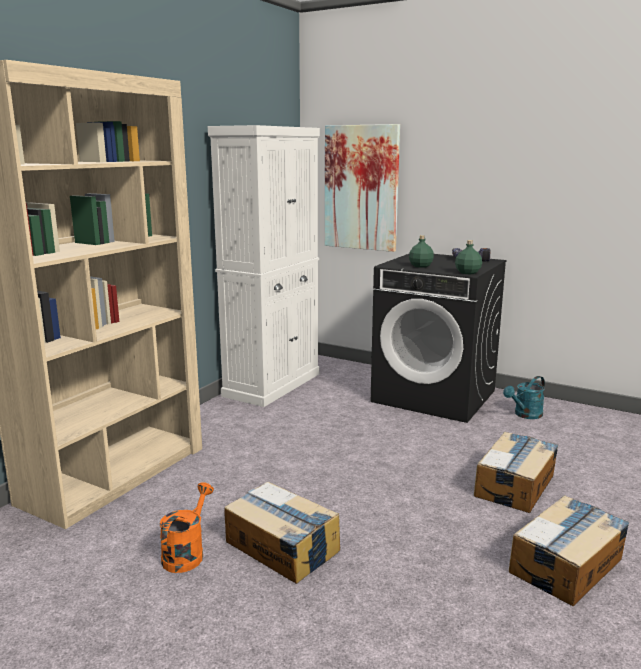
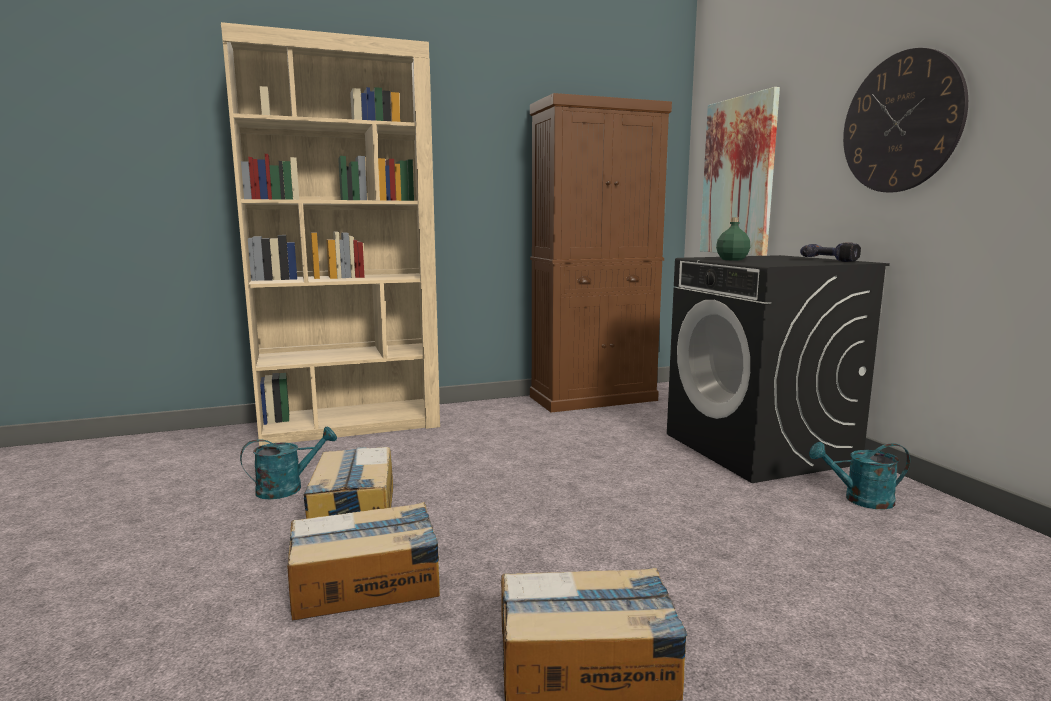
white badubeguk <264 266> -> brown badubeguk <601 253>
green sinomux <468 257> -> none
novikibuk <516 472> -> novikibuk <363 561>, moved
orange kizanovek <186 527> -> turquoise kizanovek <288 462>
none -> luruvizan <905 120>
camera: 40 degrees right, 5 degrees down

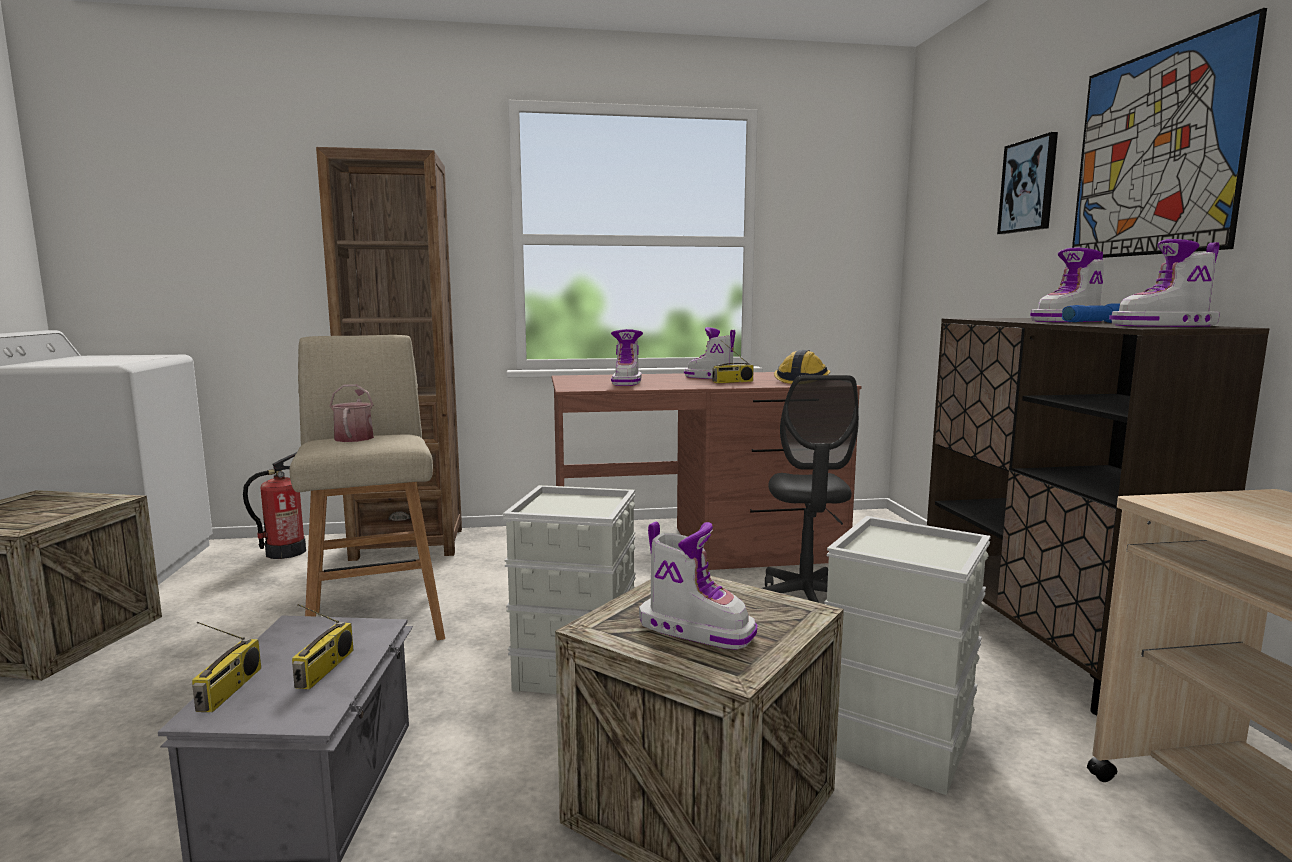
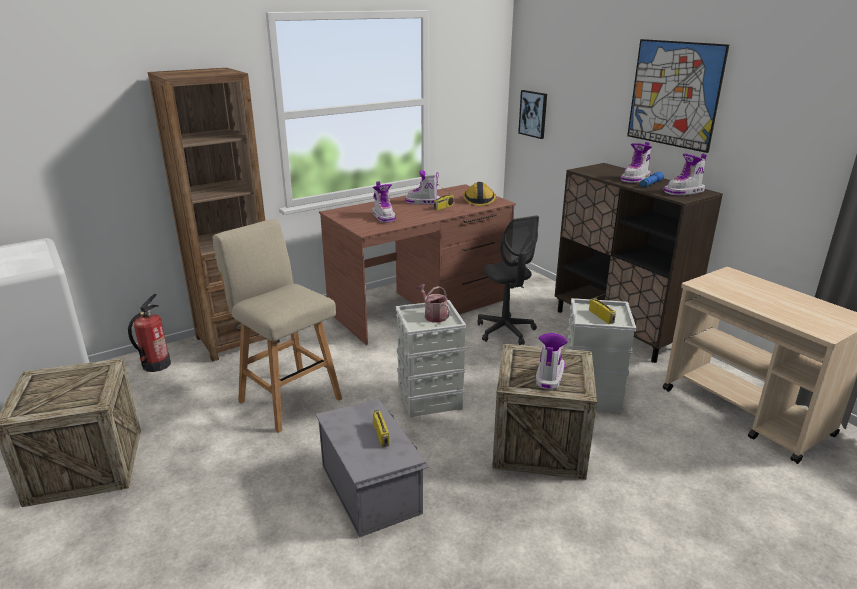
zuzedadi <1027 183> -> zuzedadi <532 114>, moved
kizanovek <352 413> -> kizanovek <433 303>, moved
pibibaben <698 585> -> pibibaben <552 361>, 75 degrees counterclockwise
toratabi <226 667> -> toratabi <602 307>, moved
camera: 25 degrees left, 15 degrees up

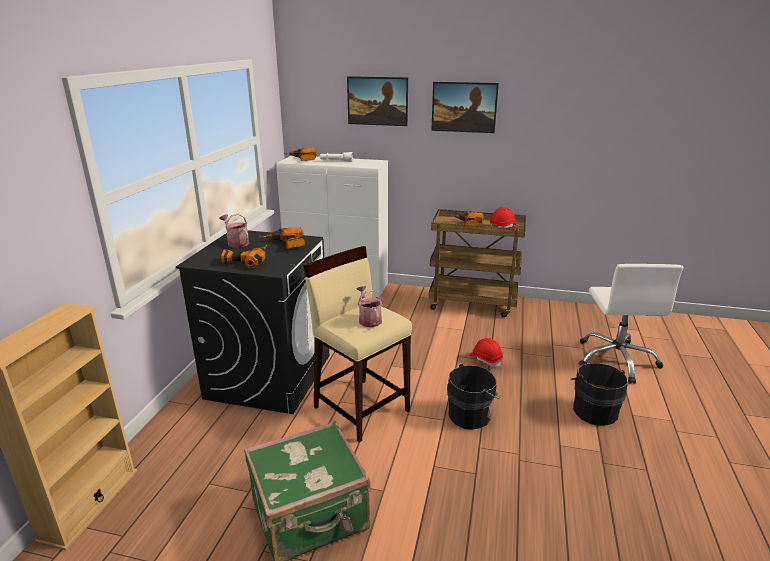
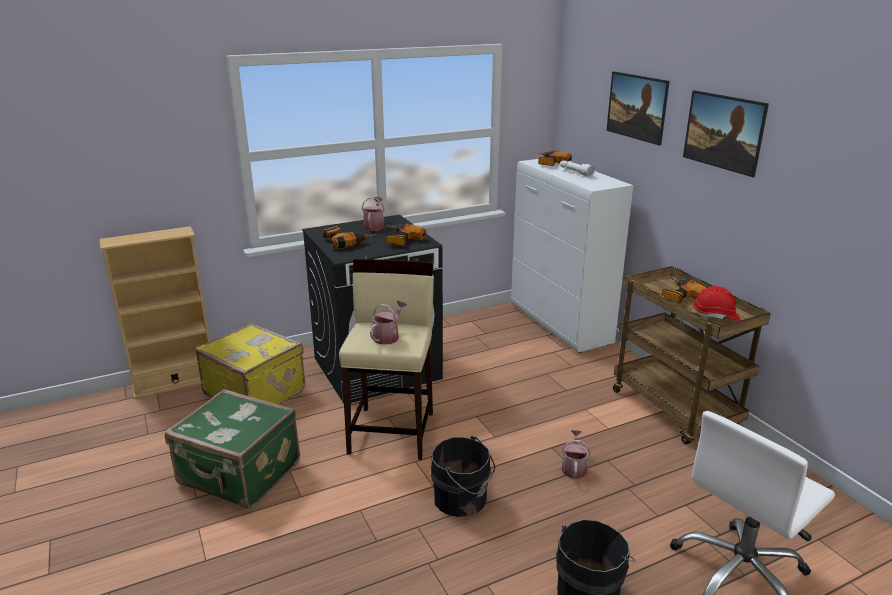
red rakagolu <486 352> -> kizanovek <576 454>
none -> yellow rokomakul <250 364>
camera: 50 degrees right, 0 degrees up

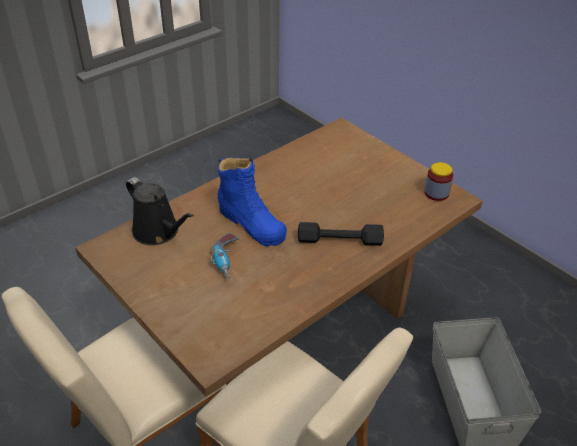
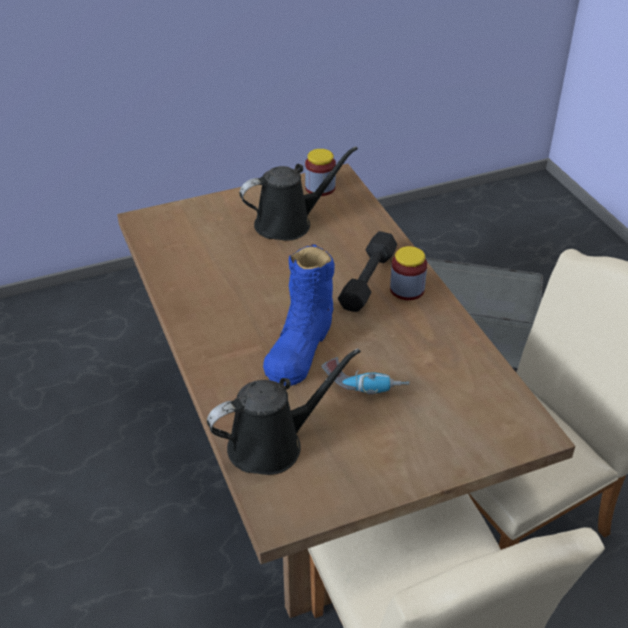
blue pibibaben <252 201> -> blue pibibaben <299 315>, 135 degrees clockwise
none -> black kizanovek <299 193>
none -> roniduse <408 273>
camera: 70 degrees left, 0 degrees up

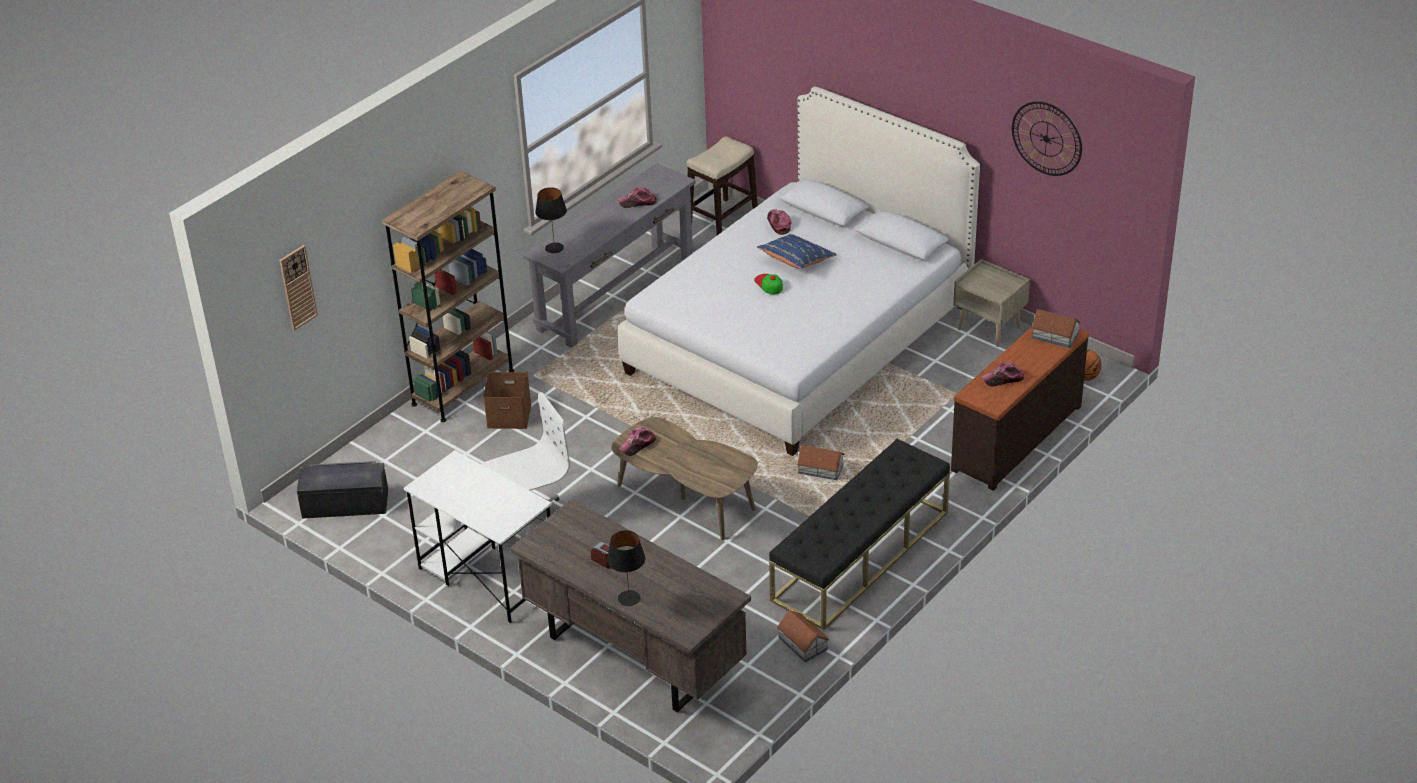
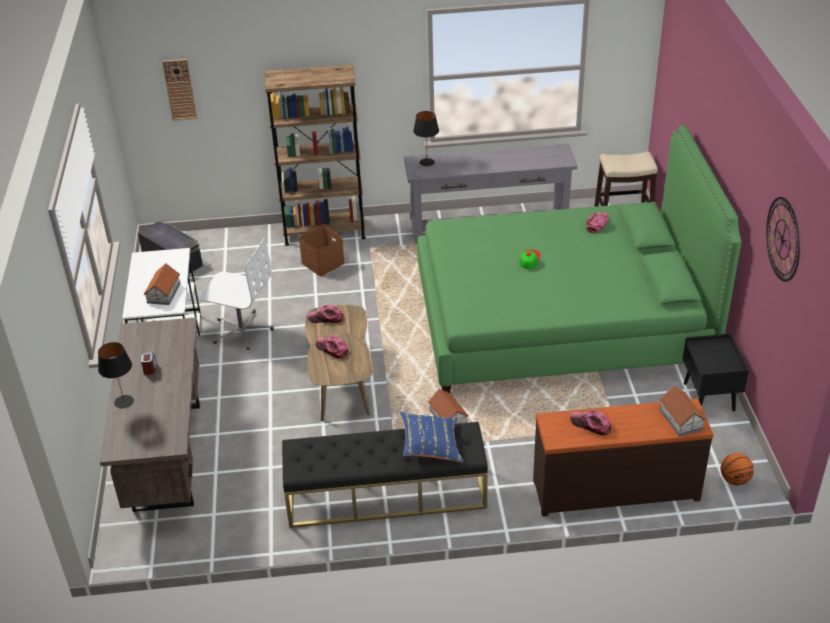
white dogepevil <799 271> -> green dogepevil <579 259>
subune <637 197> -> subune <331 347>, moved
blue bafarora <797 251> -> blue bafarora <432 437>, moved
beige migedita <991 303> -> black migedita <716 372>
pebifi <803 636> -> pebifi <162 284>, moved
camera: 45 degrees right, 0 degrees up

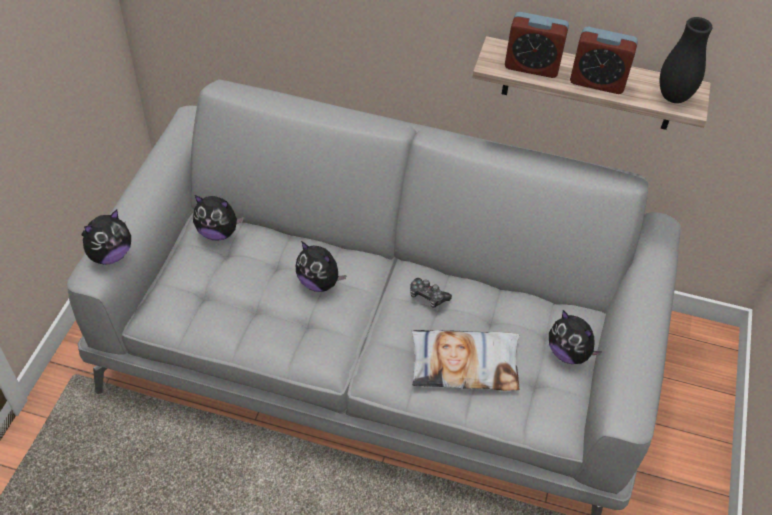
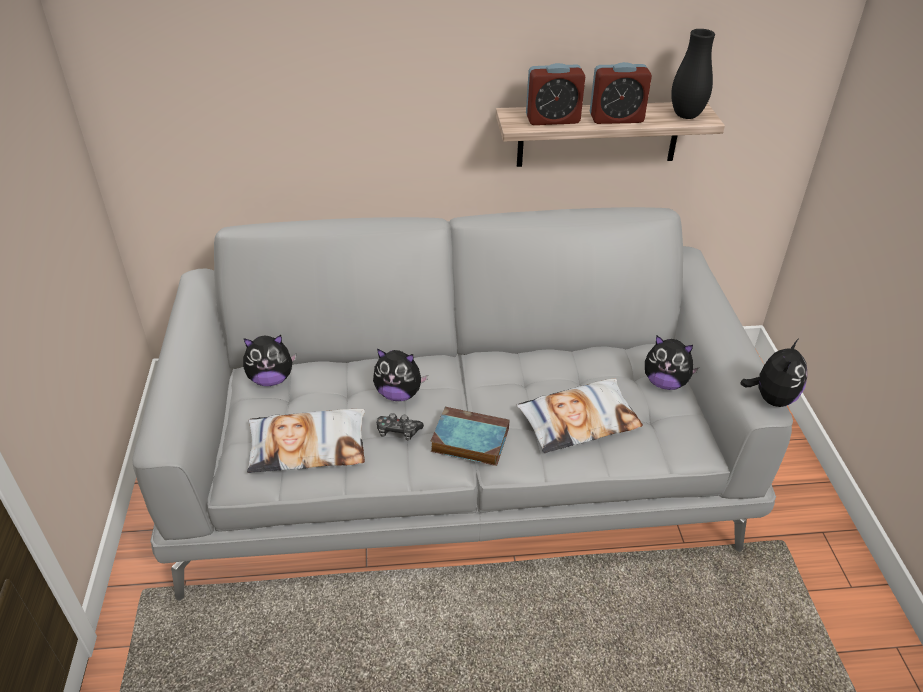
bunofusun <106 237> -> bunofusun <773 372>, moved
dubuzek <431 293> -> dubuzek <400 426>, moved
none -> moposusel <470 436>
none -> bafarora <306 441>
camera: 20 degrees left, 10 degrees down

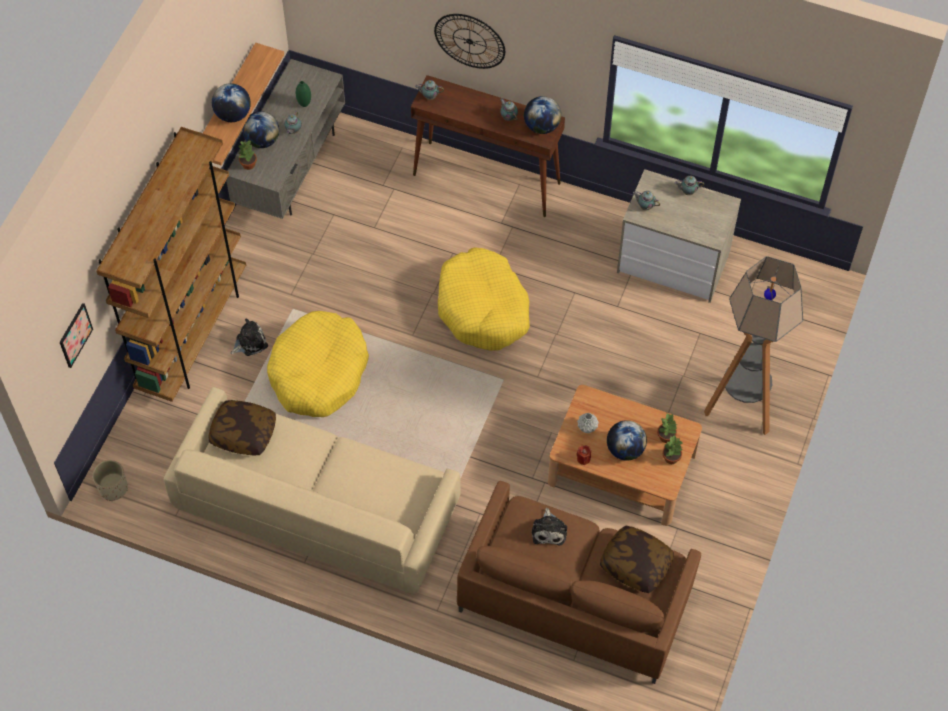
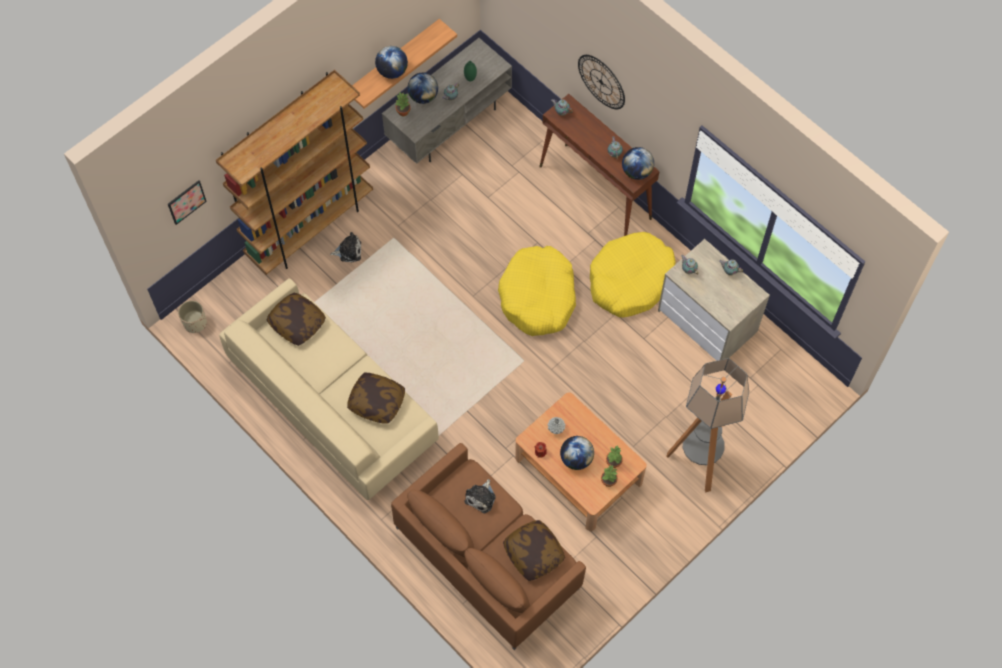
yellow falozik <318 364> -> yellow falozik <633 275>, moved
none -> bafarora <376 398>
camera: 25 degrees right, 5 degrees up

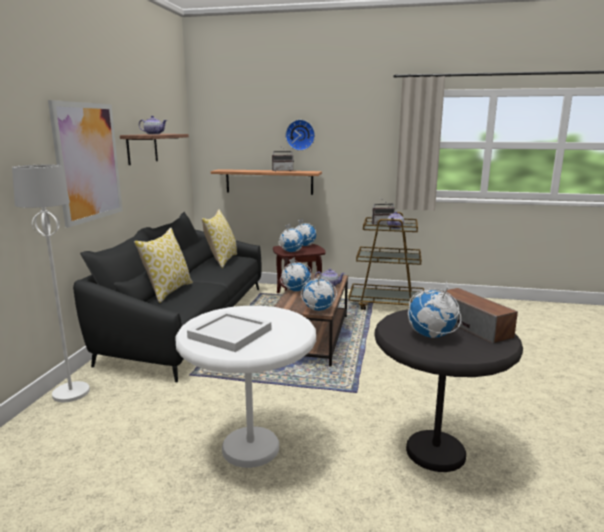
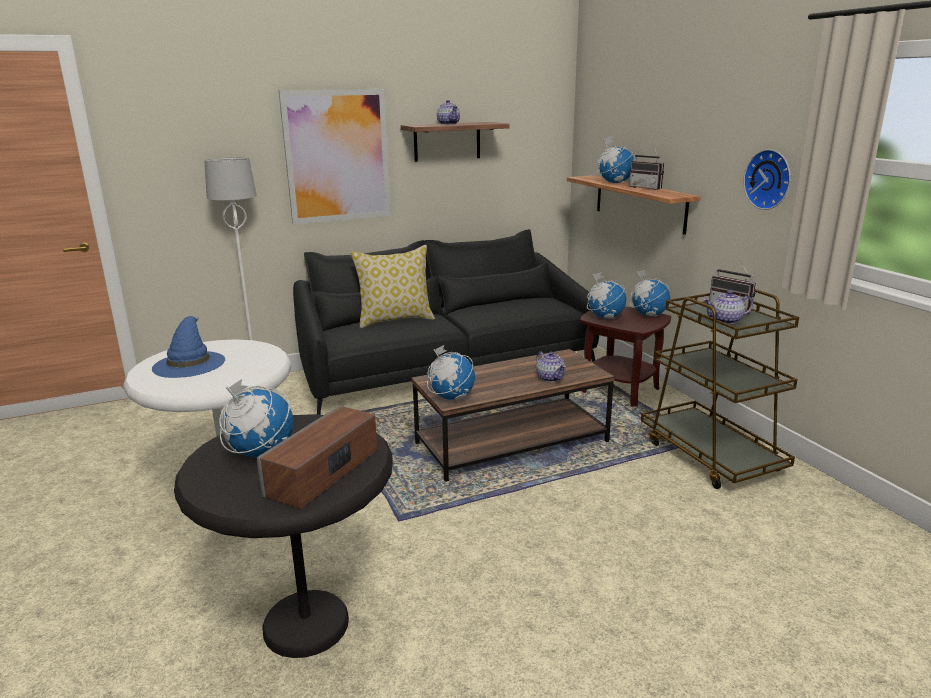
luruvizan <300 135> -> luruvizan <767 179>, moved
bafarora <219 238> -> none
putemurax <296 274> -> putemurax <615 159>, moved
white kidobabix <229 331> -> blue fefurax <188 347>
camera: 55 degrees right, 5 degrees up

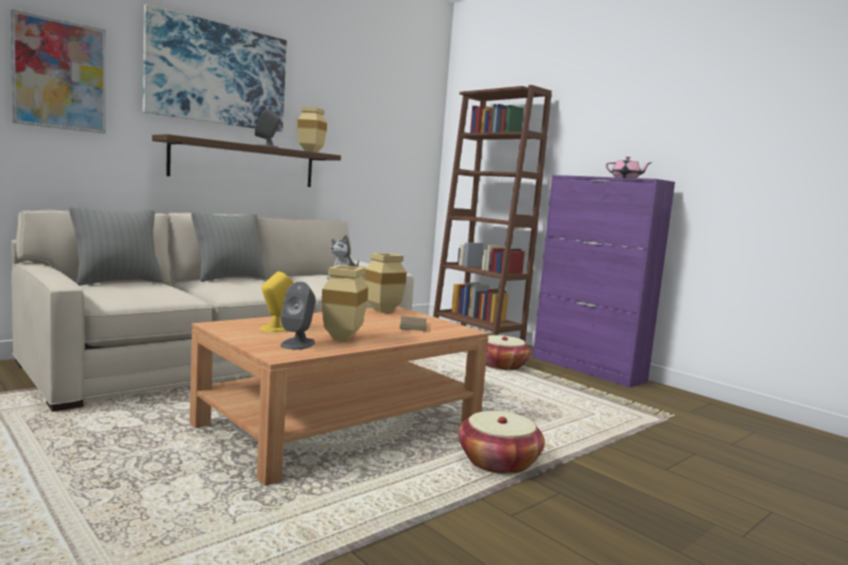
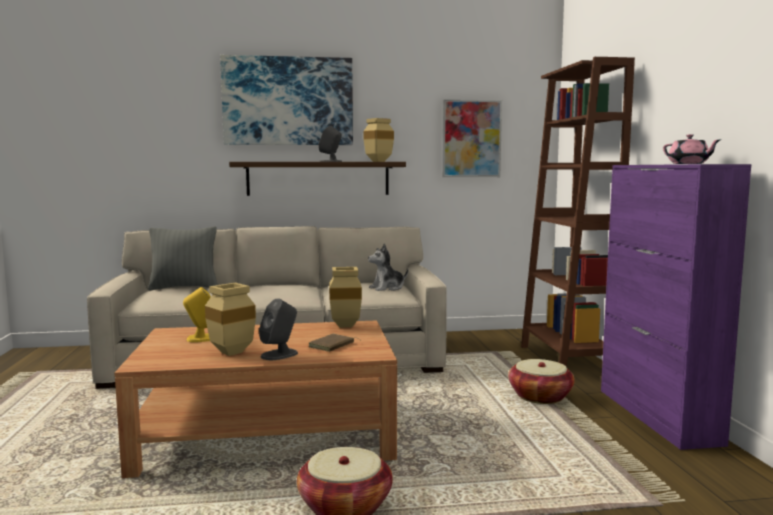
zuzedadi <58 71> -> zuzedadi <472 138>, moved
grey bafarora <229 247> -> none
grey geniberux <297 316> -> grey geniberux <278 329>, moved
camera: 35 degrees right, 0 degrees up

